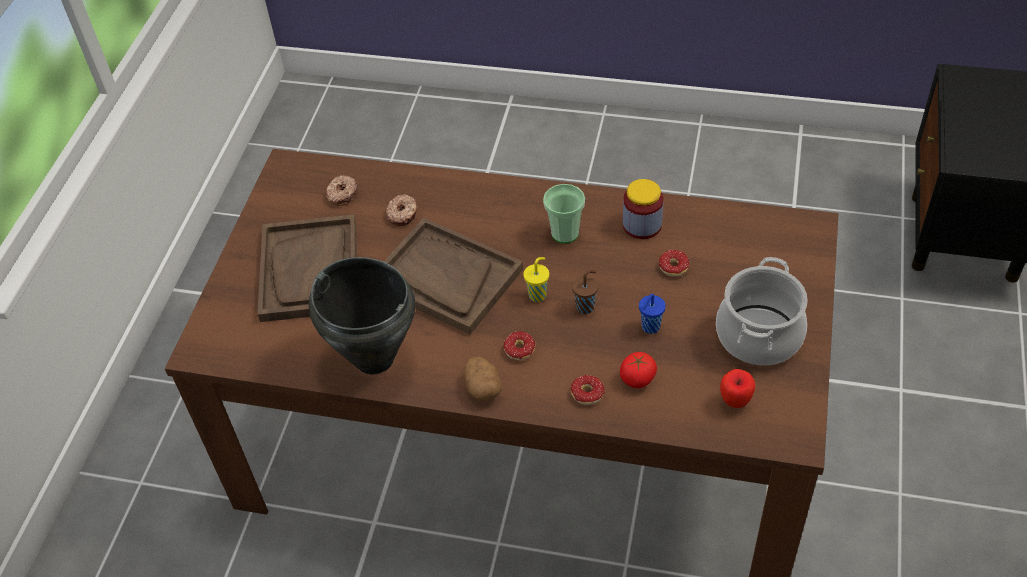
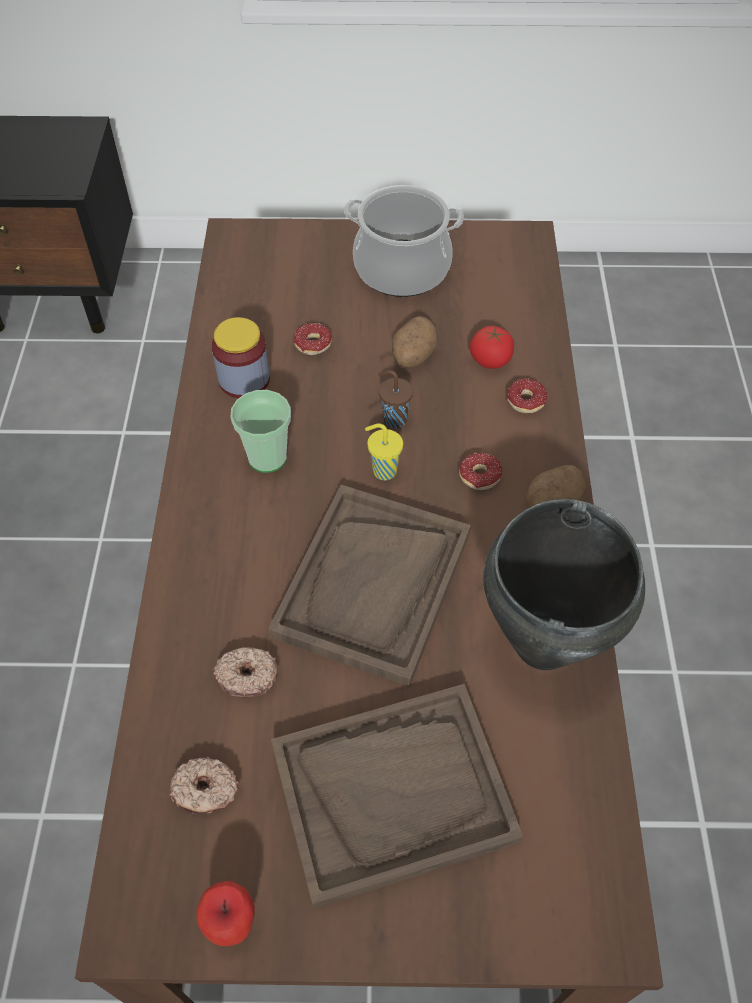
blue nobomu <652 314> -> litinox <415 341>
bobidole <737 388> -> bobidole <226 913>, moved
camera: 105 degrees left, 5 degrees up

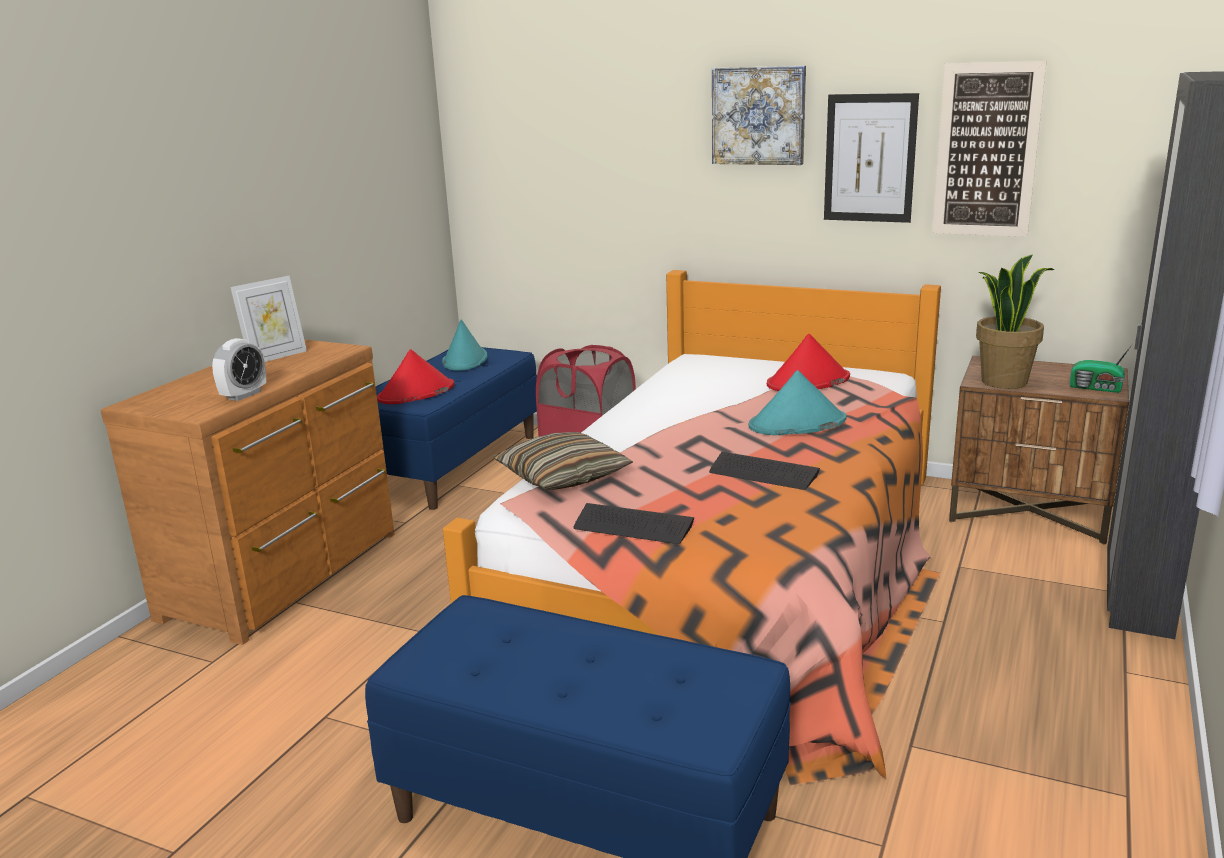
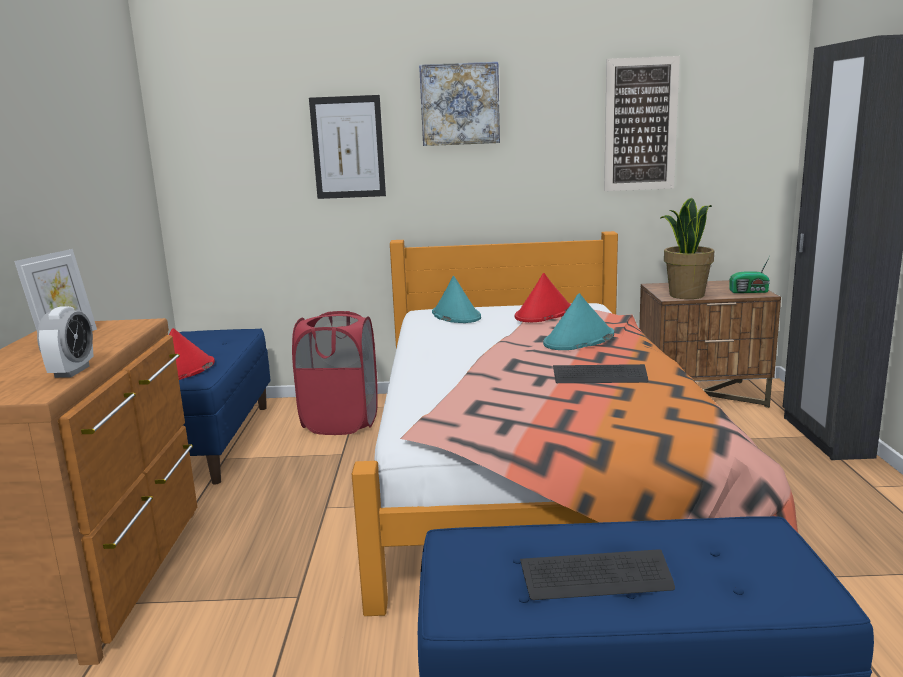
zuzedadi <871 158> -> zuzedadi <347 147>, moved
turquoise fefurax <464 345> -> turquoise fefurax <456 299>, moved
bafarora <563 461> -> none
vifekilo <634 523> -> vifekilo <597 574>, moved
camera: 25 degrees left, 5 degrees down

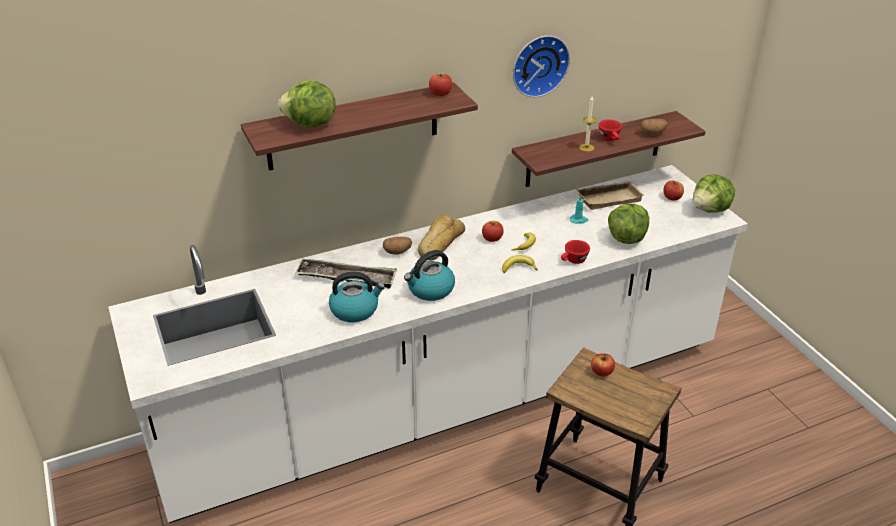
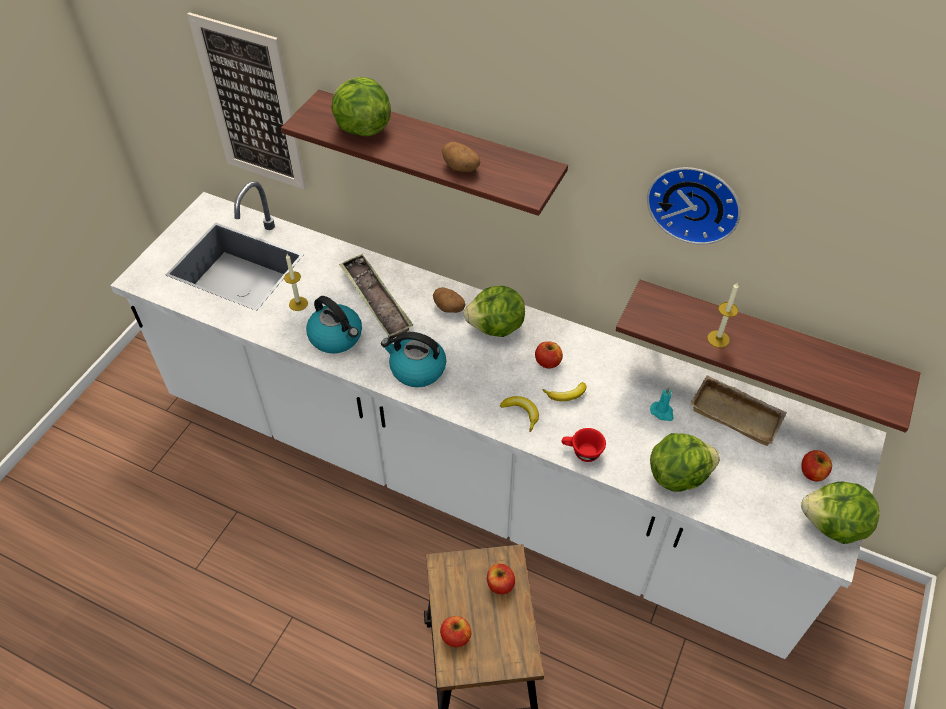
bobidole <440 84> -> bobidole <456 631>, moved
red nobomu <610 130> -> none
litinox <654 127> -> litinox <461 157>, moved
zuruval <441 238> -> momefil <494 311>
none -> zuzedadi <246 101>
none -> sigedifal <296 282>
camera: 50 degrees right, 15 degrees up

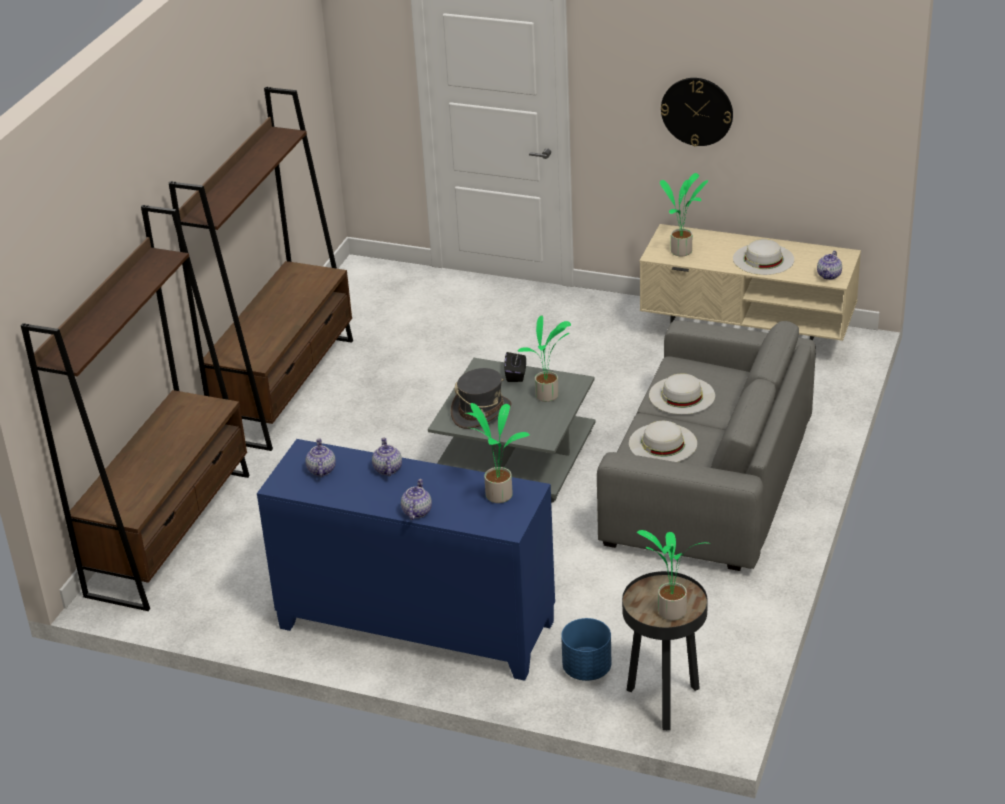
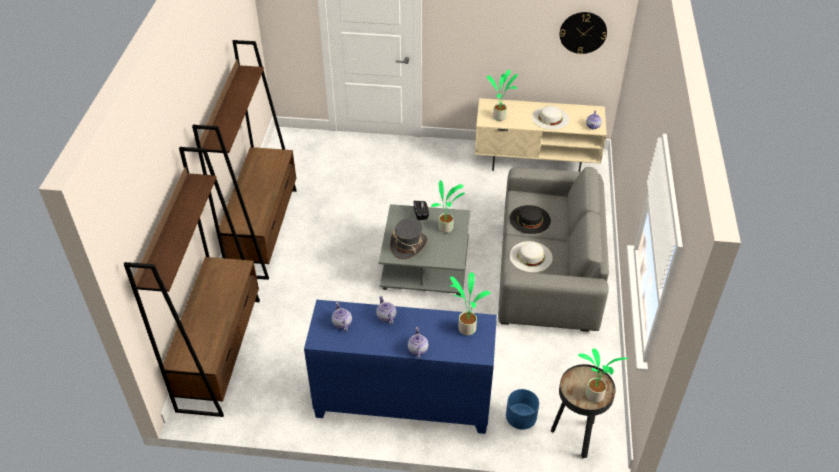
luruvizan <697 112> -> luruvizan <583 33>, moved
white fefurax <682 394> -> black fefurax <530 219>
camera: 15 degrees left, 10 degrees up

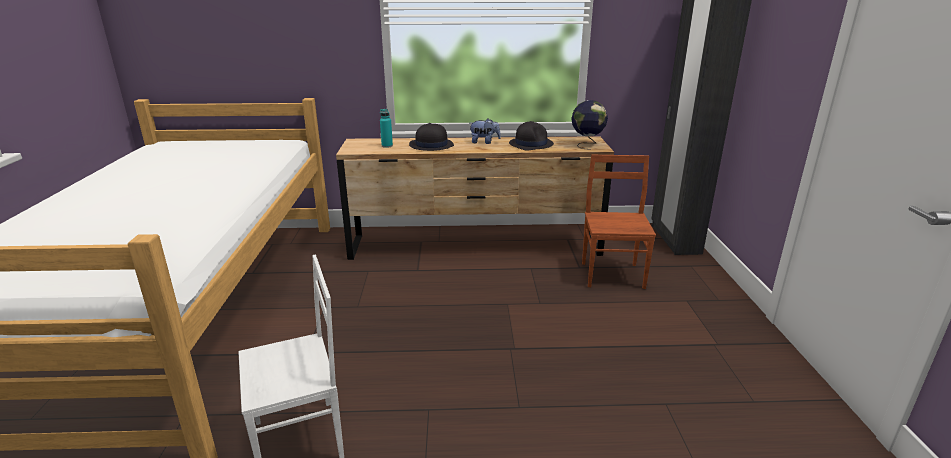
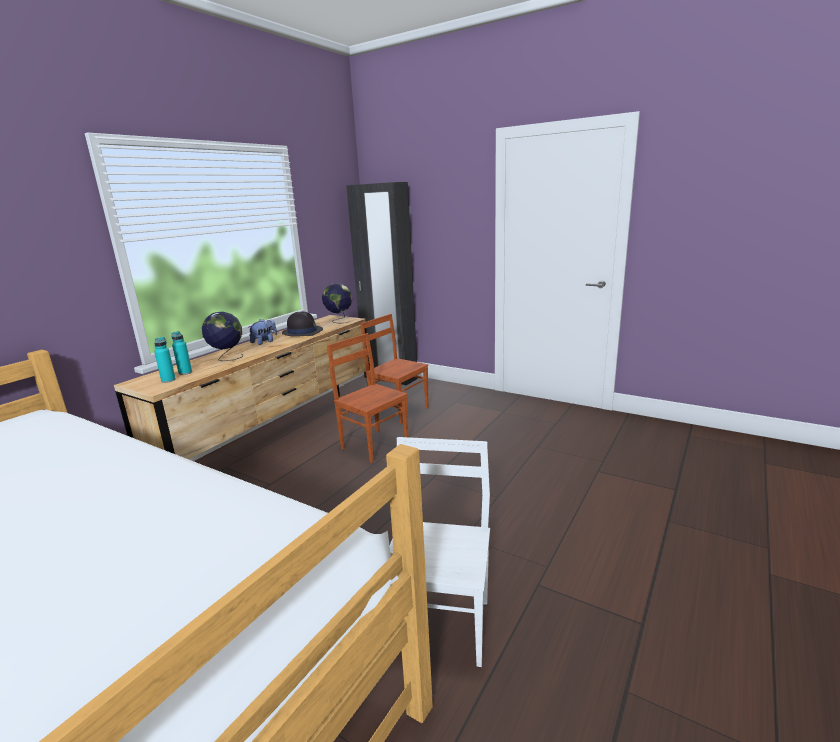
black fefurax <431 137> -> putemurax <223 336>
none -> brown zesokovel <367 398>
none -> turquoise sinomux <165 360>
camera: 55 degrees left, 5 degrees down

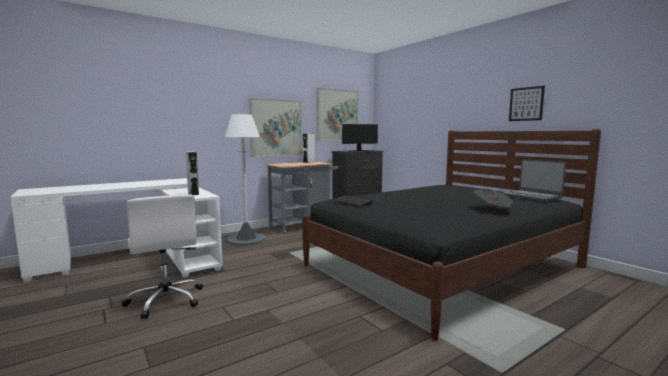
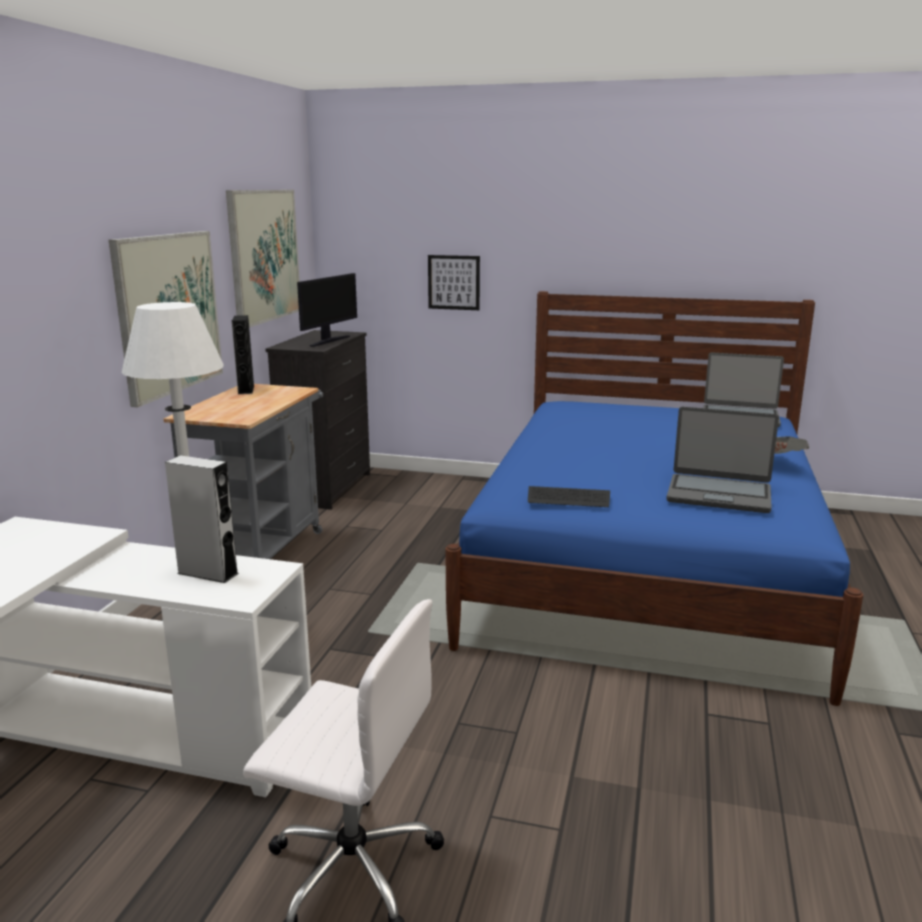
zuzedadi <527 103> -> zuzedadi <454 282>, moved
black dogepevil <451 235> -> blue dogepevil <654 498>
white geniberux <309 148> -> black geniberux <243 354>
none -> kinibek <722 460>
camera: 40 degrees left, 10 degrees up

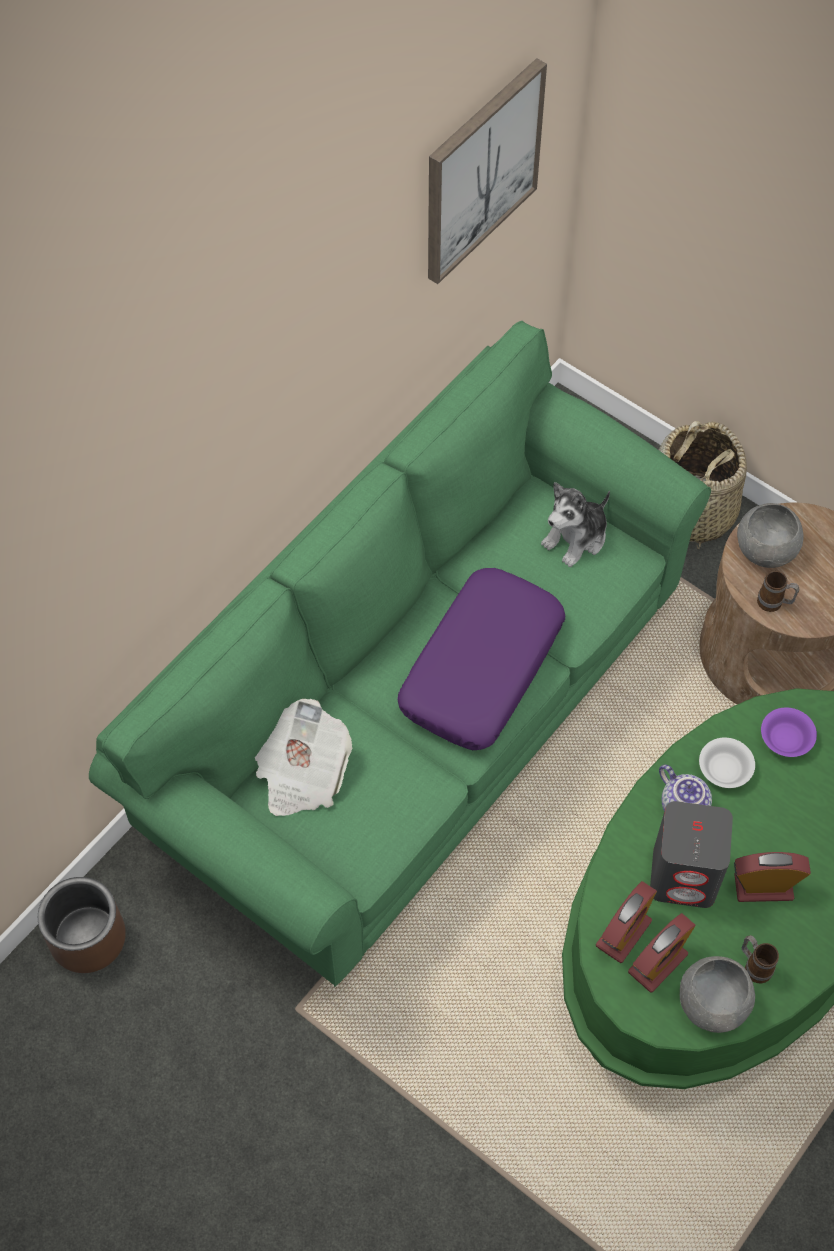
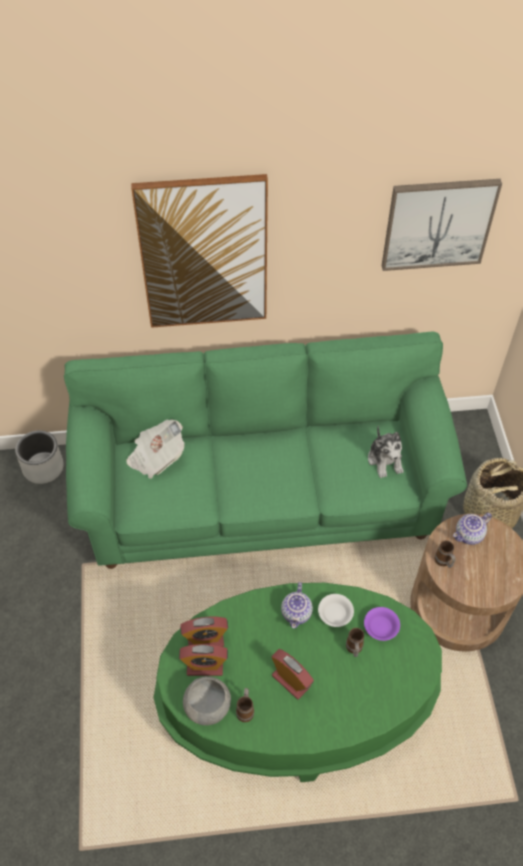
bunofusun <575 524> -> bunofusun <386 451>, 105 degrees counterclockwise
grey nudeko <770 535> -> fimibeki <472 529>
purple bafarora <481 659> -> none
grey geniberux <691 854> -> none
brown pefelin <82 925> -> grey pefelin <39 457>
none -> zuzedadi <199 251>
none -> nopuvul <355 642>
camera: 45 degrees right, 5 degrees down

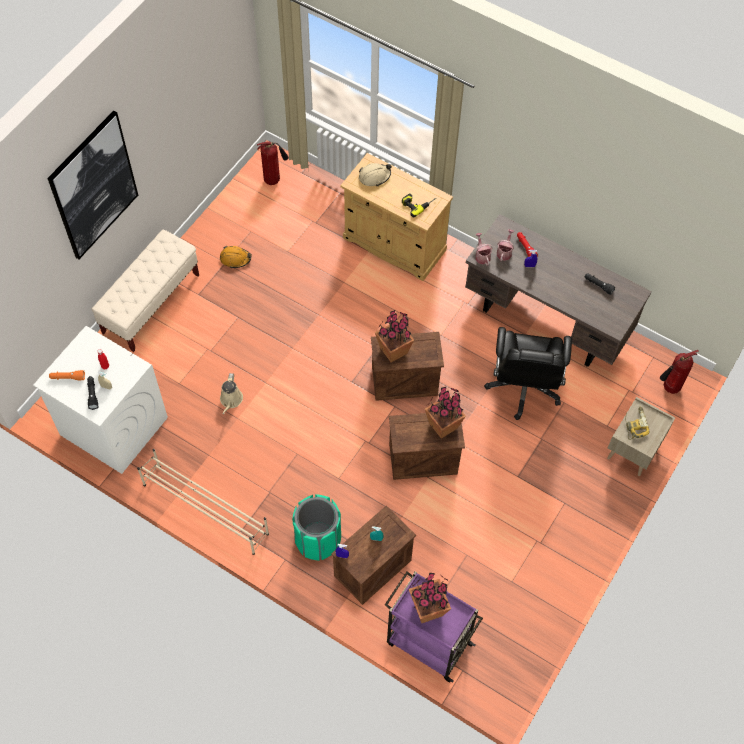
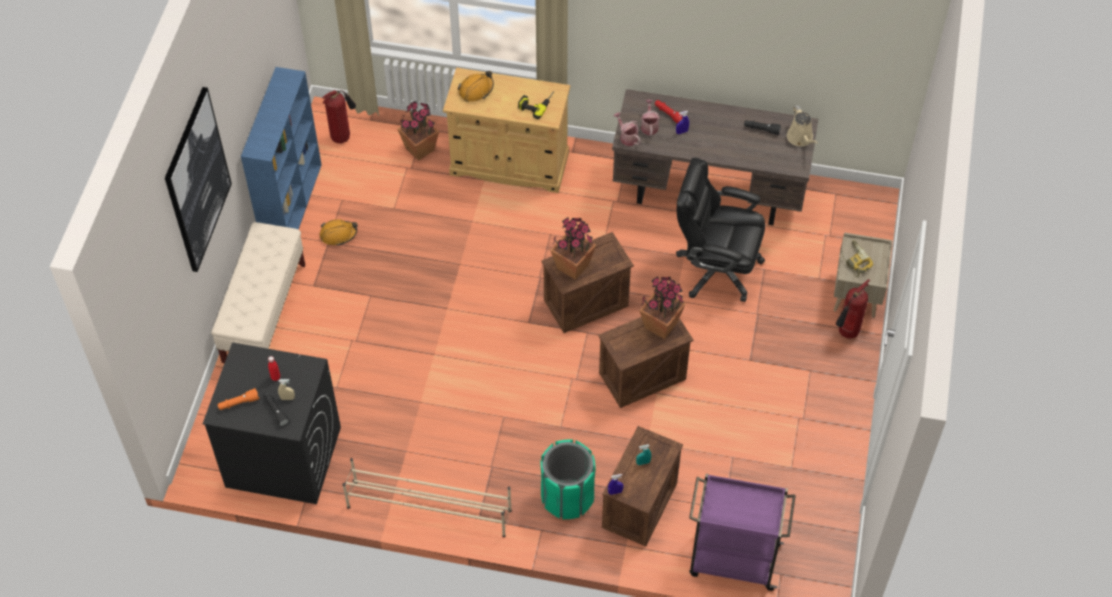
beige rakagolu <375 174> -> orange rakagolu <476 86>
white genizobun <100 400> -> black genizobun <272 423>
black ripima <528 373> -> black ripima <720 230>, 120 degrees clockwise
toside <679 372> -> toside <853 309>, moved
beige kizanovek <231 393> -> beige kizanovek <802 125>, moved
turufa <430 598> -> turufa <418 131>, moved
none -> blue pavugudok <281 148>
camera: 20 degrees left, 5 degrees down

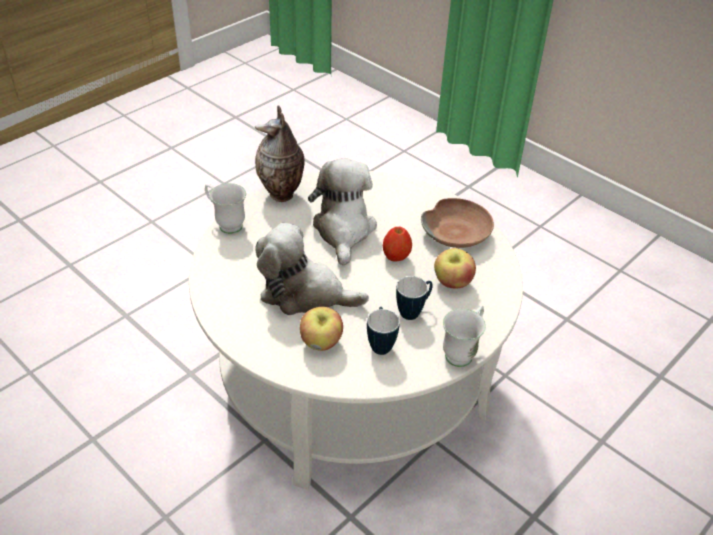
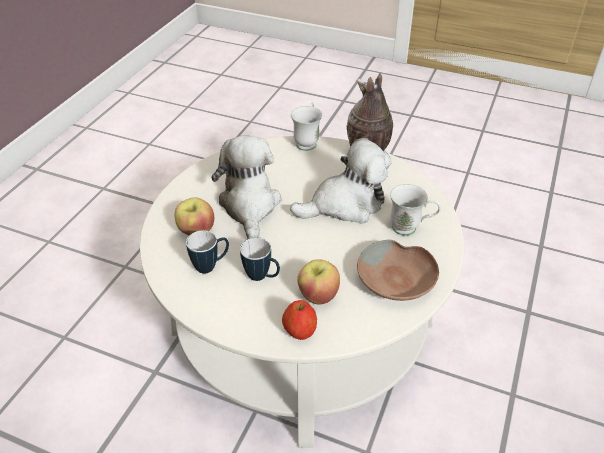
bobidole <397 244> -> bobidole <299 320>, moved
white nopuvul <464 336> -> white nopuvul <415 210>, moved
camera: 70 degrees right, 0 degrees up

